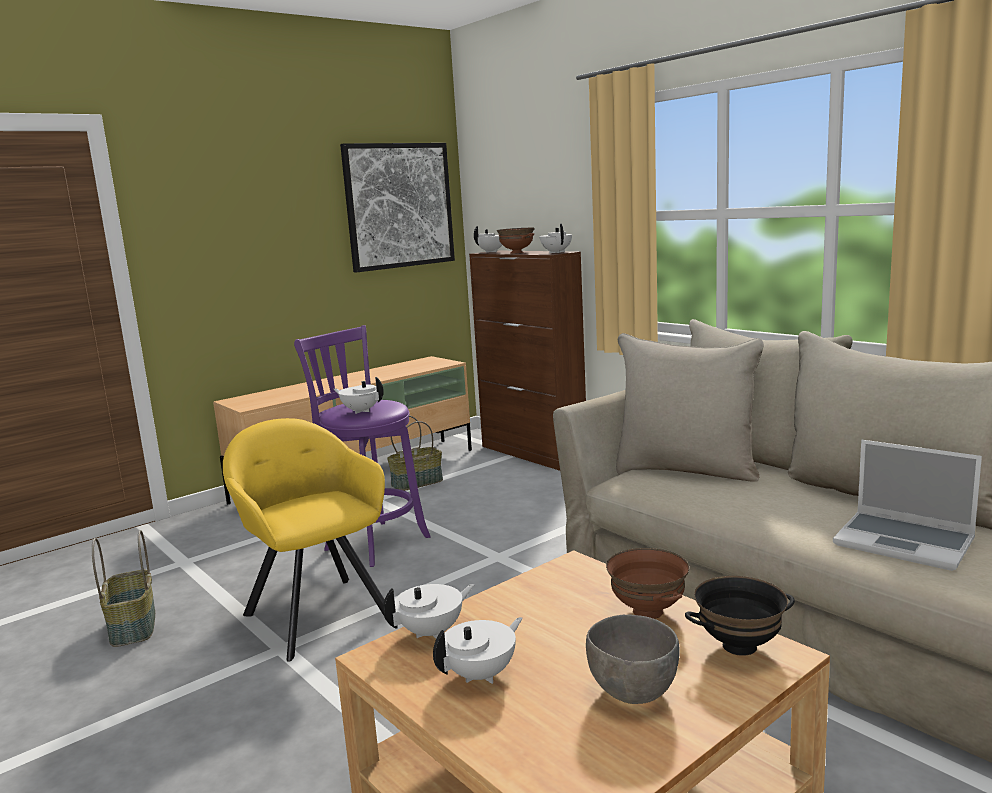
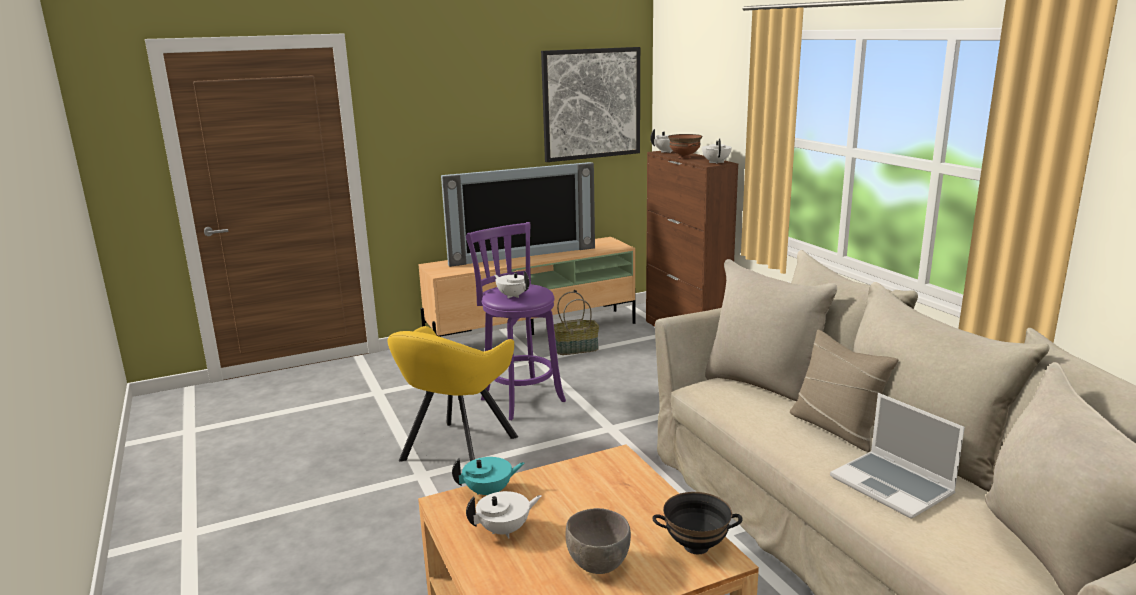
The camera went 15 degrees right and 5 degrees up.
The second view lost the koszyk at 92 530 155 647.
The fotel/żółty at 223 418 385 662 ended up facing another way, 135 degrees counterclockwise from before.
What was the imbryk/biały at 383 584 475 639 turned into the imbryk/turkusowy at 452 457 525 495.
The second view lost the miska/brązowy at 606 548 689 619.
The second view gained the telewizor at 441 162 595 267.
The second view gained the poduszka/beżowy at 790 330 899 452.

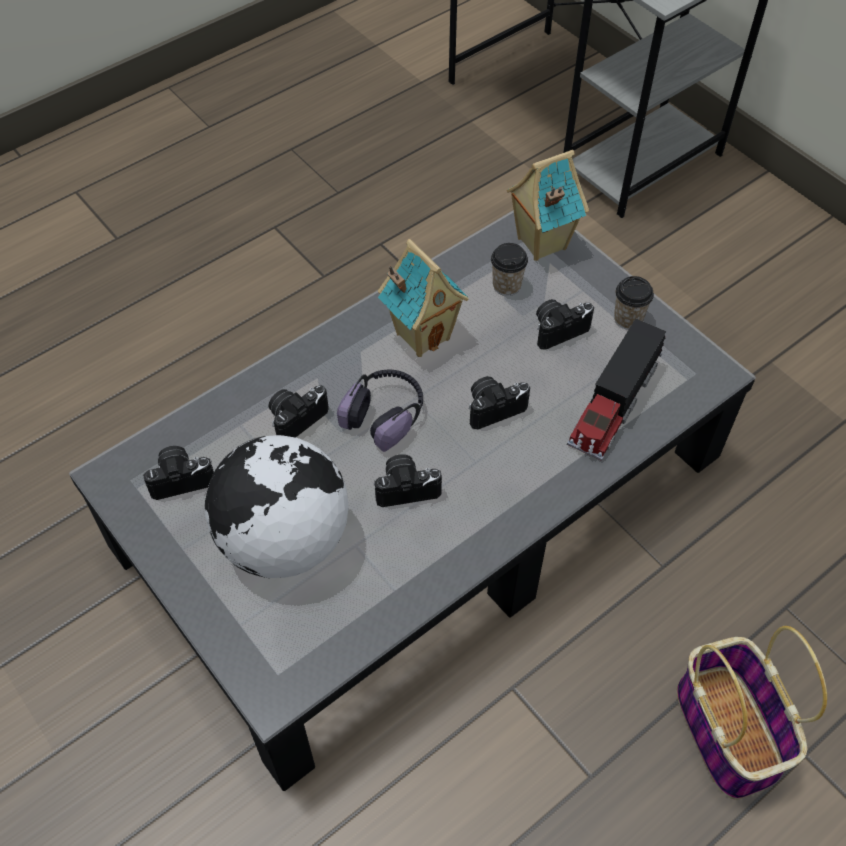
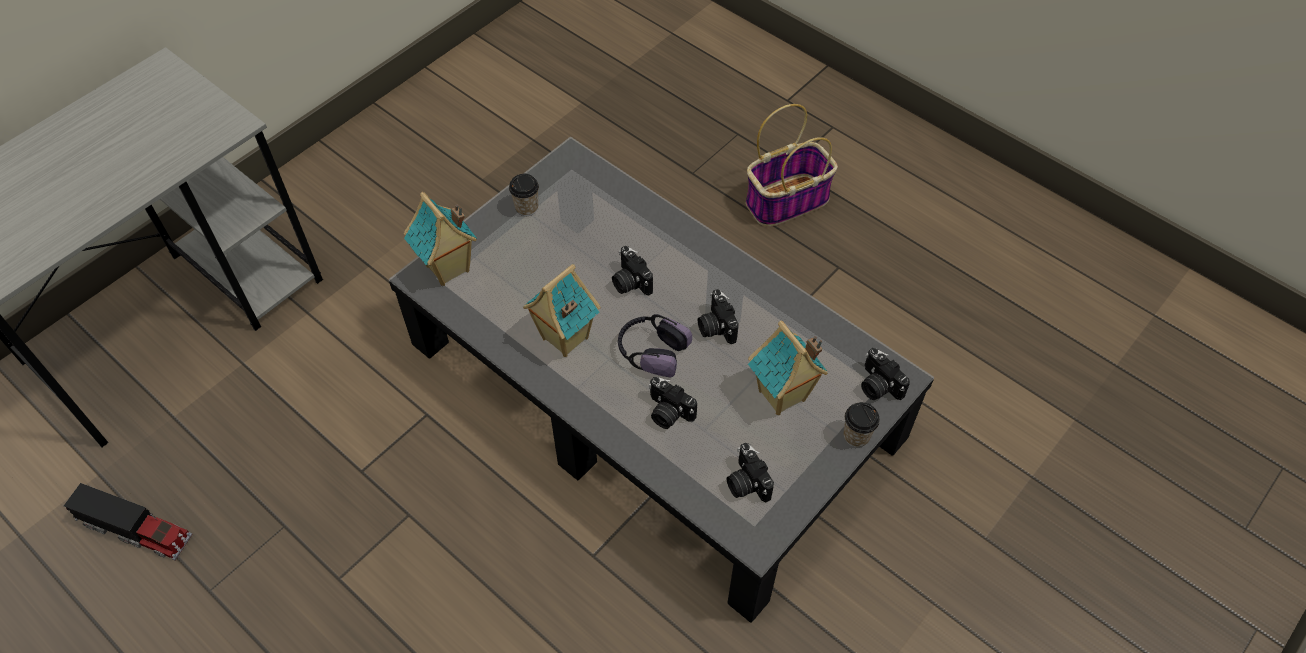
The camera went 100 degrees left and 0 degrees up.
Where the globus stood at 205 435 349 578, the domek came to stand at 748 320 828 415.
The filiżanka ended up elsewhere, having gone from 491 243 528 296 to 844 402 880 447.
The aparat fotograficzny ended up elsewhere, having gone from 536 299 594 350 to 861 348 910 400.
The ciężarówka zabawkowa ended up elsewhere, having gone from 567 319 666 461 to 64 483 192 560.

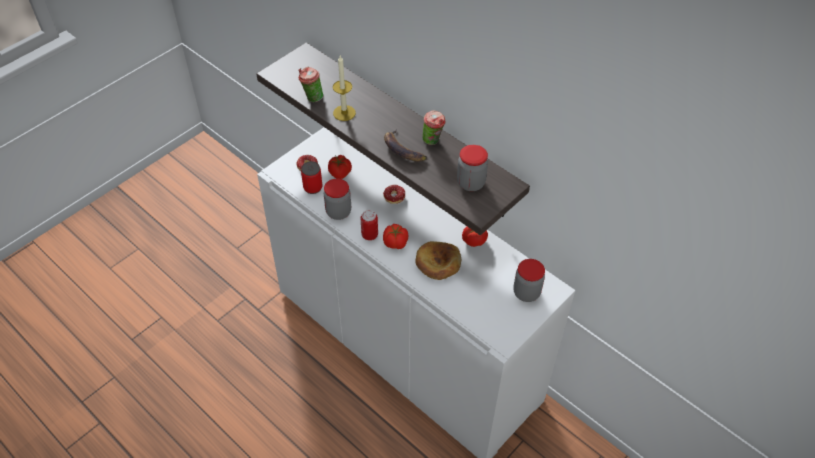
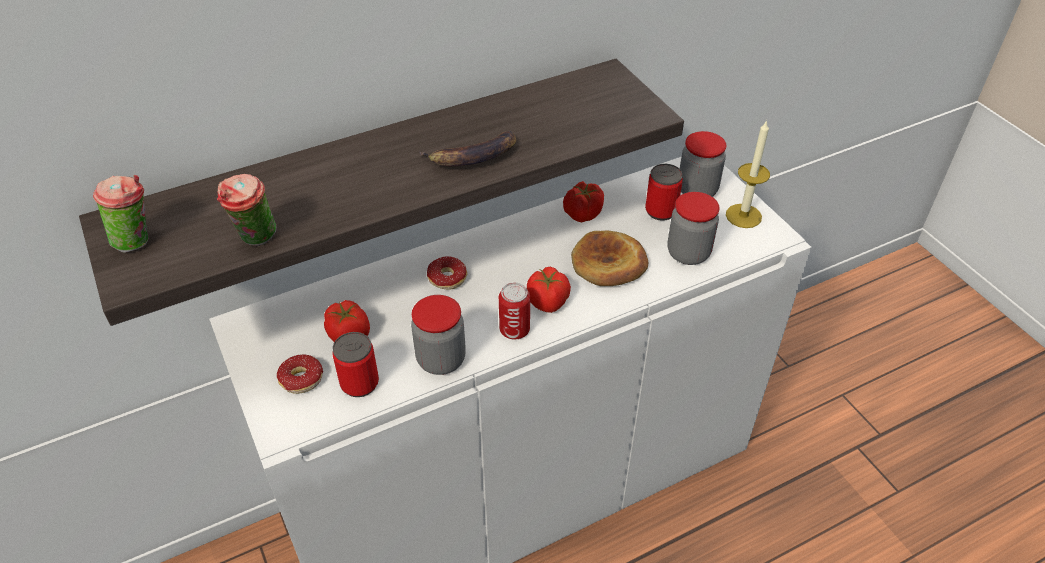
The camera went 70 degrees left and 5 degrees down.
The świeca ended up elsewhere, having gone from 333 56 356 121 to 726 120 770 228.
The filiżanka ended up elsewhere, having gone from 422 110 445 145 to 93 174 148 253.
The słoik ended up elsewhere, having gone from 457 145 488 191 to 668 192 720 265.
The second view gained the puszka at 645 164 683 221.

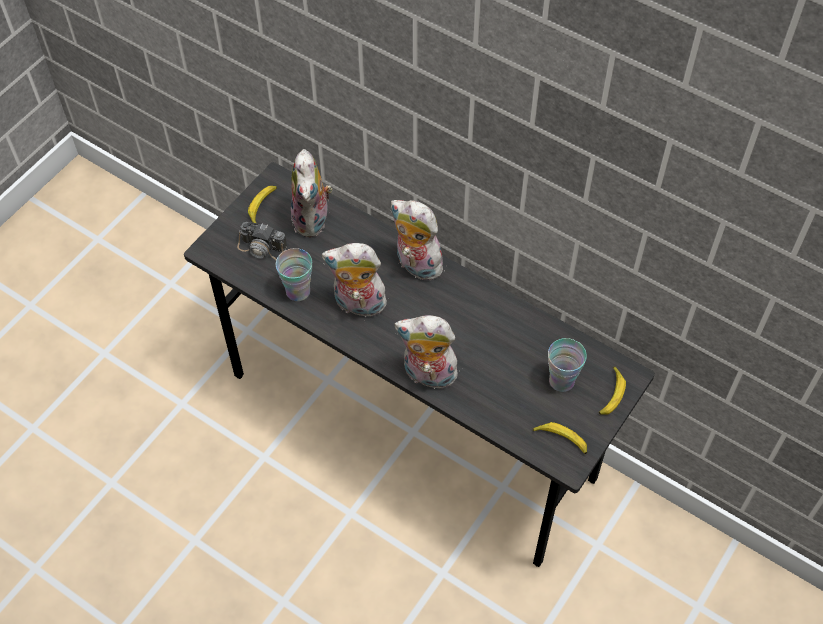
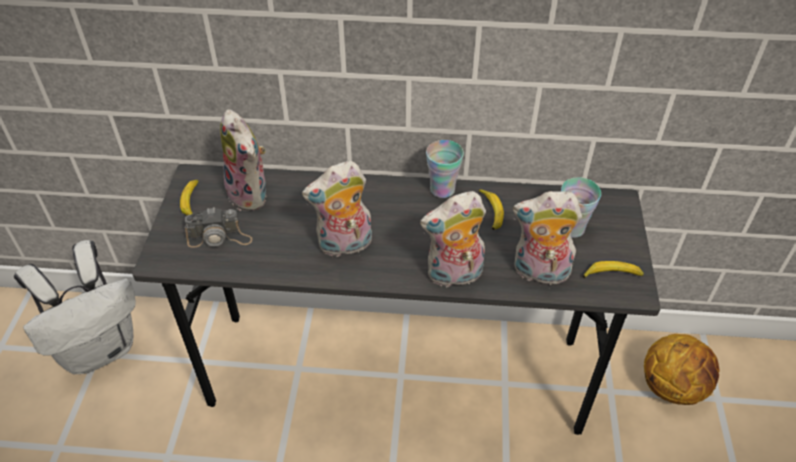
The camera went 30 degrees left and 10 degrees down.
The filiżanka ended up elsewhere, having gone from 276 248 312 301 to 426 140 464 198.
The pluszak ended up elsewhere, having gone from 390 200 449 280 to 513 191 582 289.
The banan ended up elsewhere, having gone from 599 367 626 415 to 479 189 504 230.
The second view gained the plecak/biały at 14 240 136 374.
The second view gained the piłka do koszykówki at 644 334 719 405.

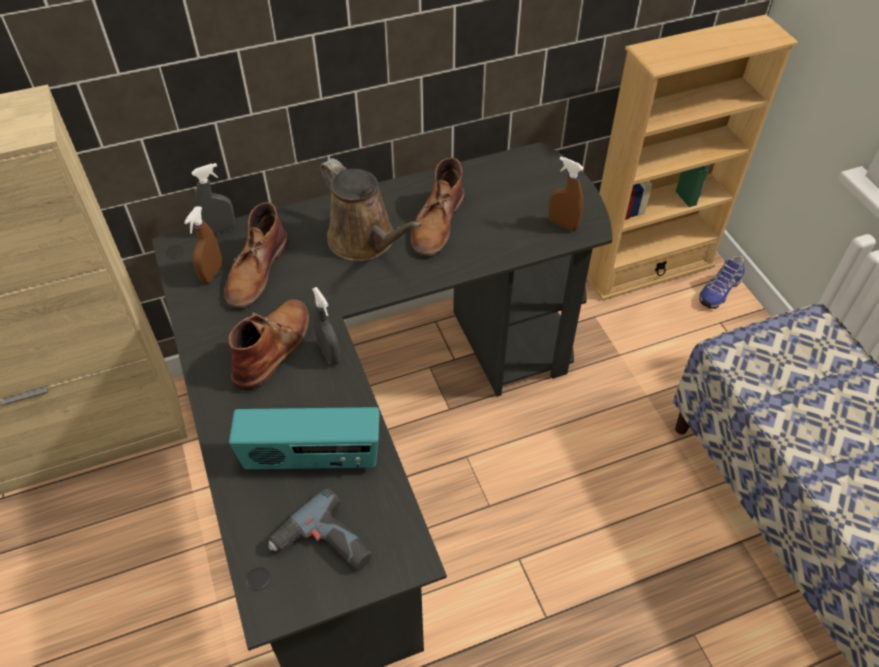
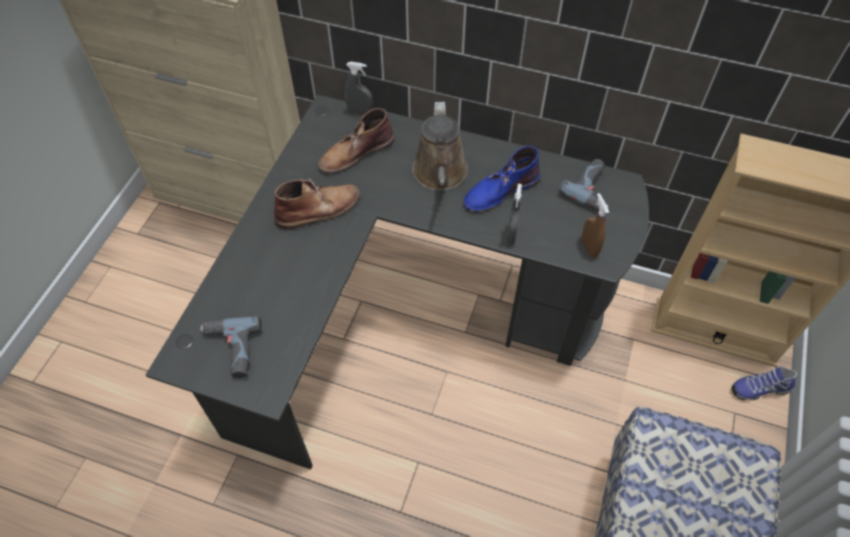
The camera went 40 degrees right and 5 degrees up.
The second view lost the spryskiwacz/brązowy at 184 206 223 284.
The second view lost the radio at 229 407 380 469.
The spryskiwacz/szary ended up elsewhere, having gone from 312 287 341 365 to 506 184 522 245.
What was the but z cholewką/brązowy at 411 157 465 256 turned into the but z cholewką/niebieski at 463 146 541 212.
The second view gained the wiertarka at 558 159 609 211.

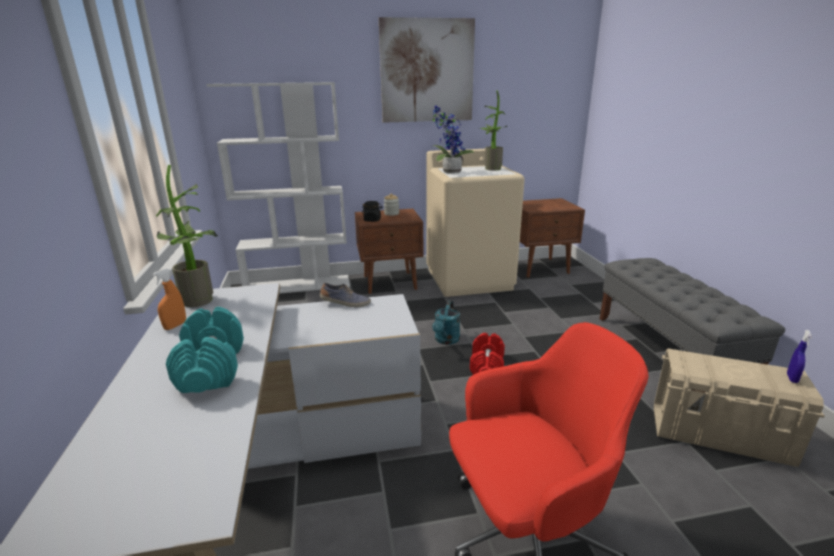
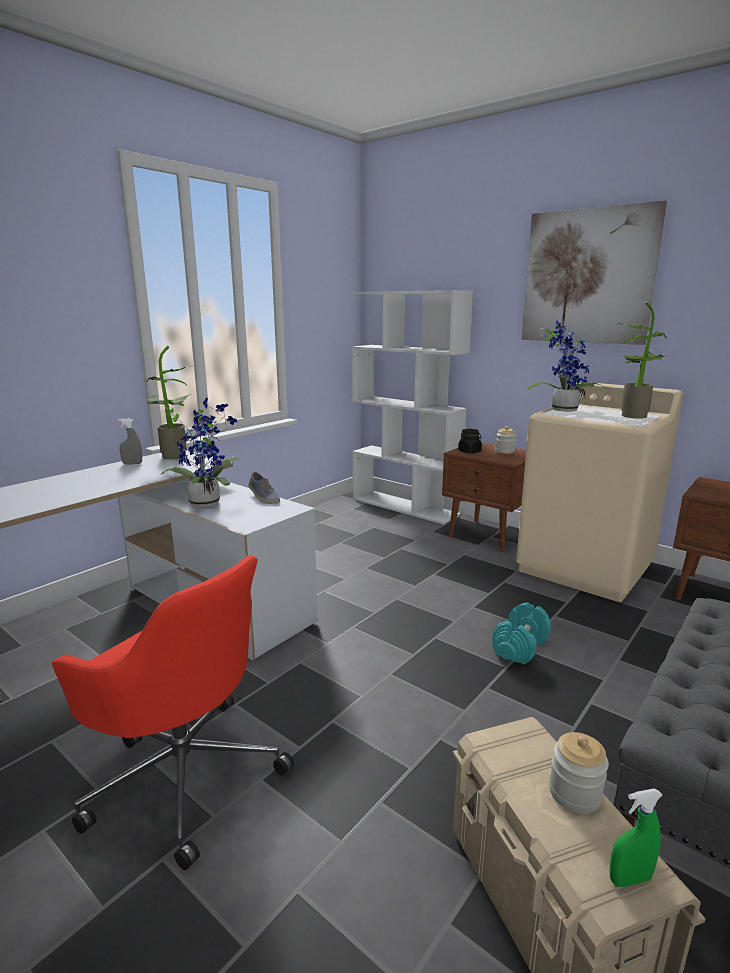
The camera went 50 degrees right and 5 degrees down.
What was the spryskiwacz/pomarańczowy at 152 268 186 330 turned into the spryskiwacz/szary at 118 418 142 465.
The hantel/turkusowy ended up elsewhere, having gone from 166 307 244 393 to 492 603 551 665.
The second view lost the konewka/turkusowy at 432 301 460 345.
The second view lost the hantel/czerwony at 470 333 505 375.
What was the spryskiwacz/niebieski at 787 330 812 383 turned into the spryskiwacz/zielony at 610 789 663 887.
The second view gained the roślina doniczkowa at 161 398 241 507.
The second view gained the słoik at 549 732 609 814.

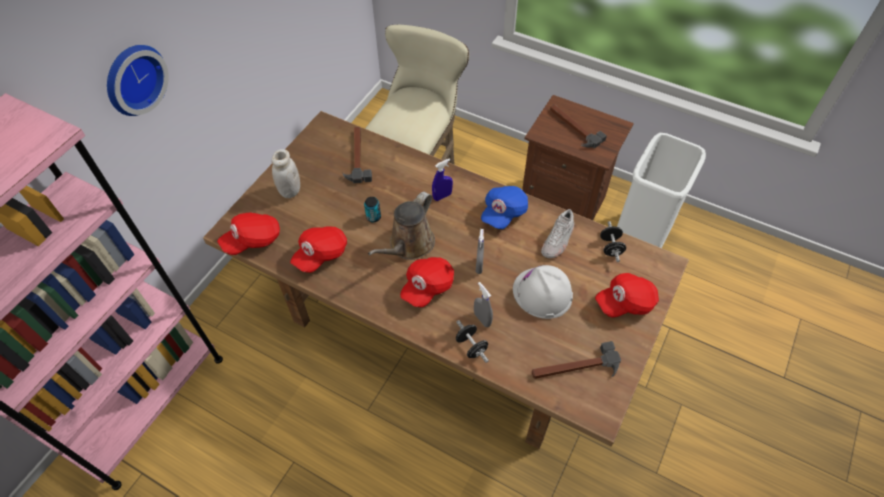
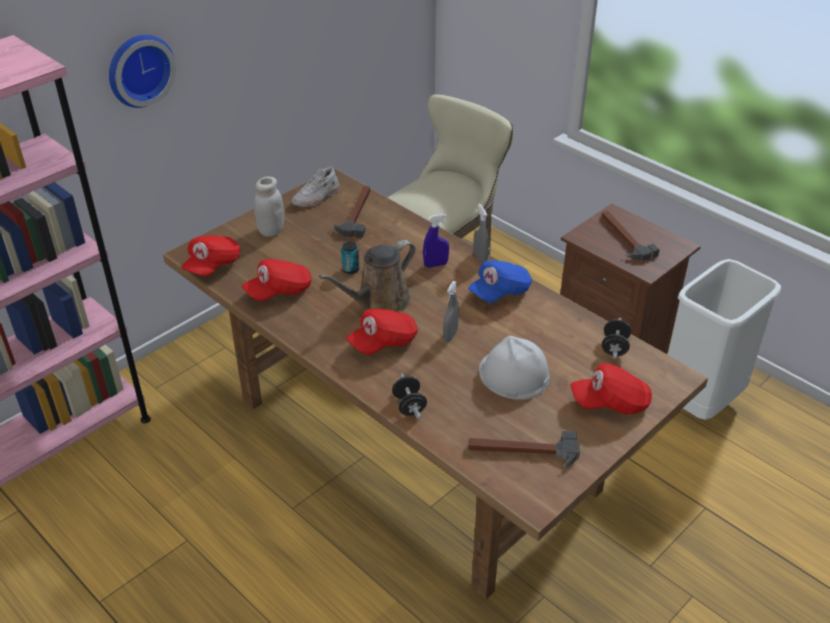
The camera went 15 degrees right and 15 degrees down.
The czapka z daszkiem/czerwony at 217 213 280 255 ended up facing another way, 45 degrees counterclockwise from before.
The spryskiwacz/szary ended up elsewhere, having gone from 474 282 493 327 to 473 203 489 264.
The but/biały ended up elsewhere, having gone from 541 209 574 258 to 292 167 340 207.

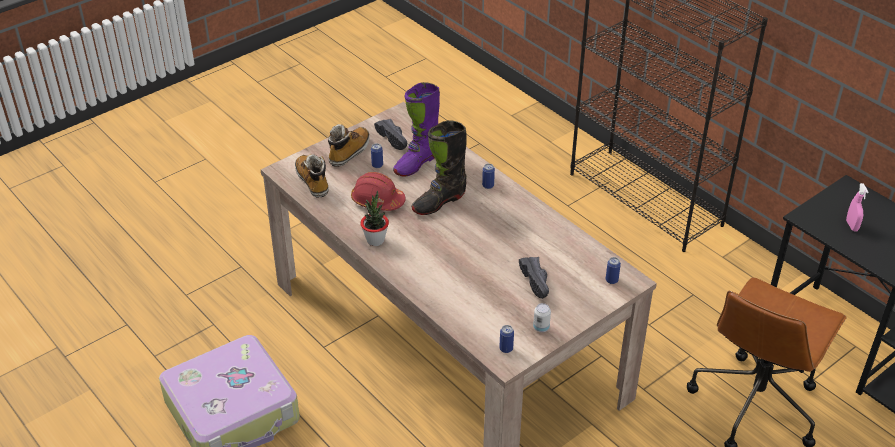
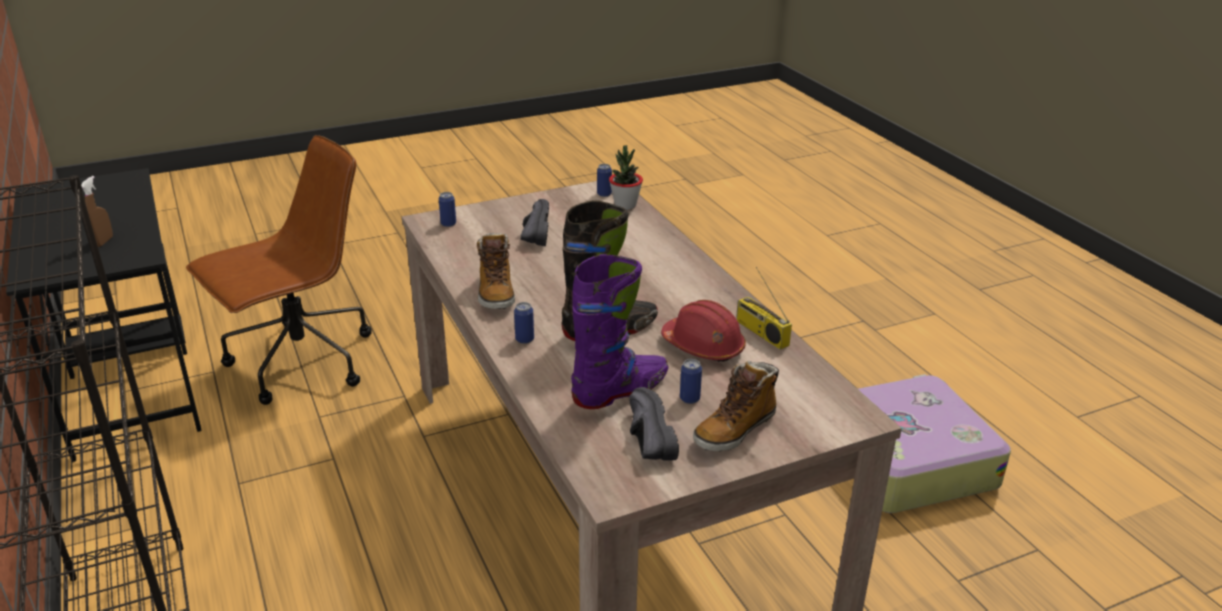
The camera went 165 degrees left and 10 degrees down.
The but z cholewką ended up elsewhere, having gone from 295 154 329 198 to 477 233 515 309.
The roślina doniczkowa ended up elsewhere, having gone from 360 191 389 246 to 609 145 643 210.
The second view lost the puszka at 533 303 551 332.
What was the spryskiwacz/różowy at 846 183 868 232 turned into the spryskiwacz/brązowy at 81 176 113 247.
The second view gained the radio at 736 267 792 350.

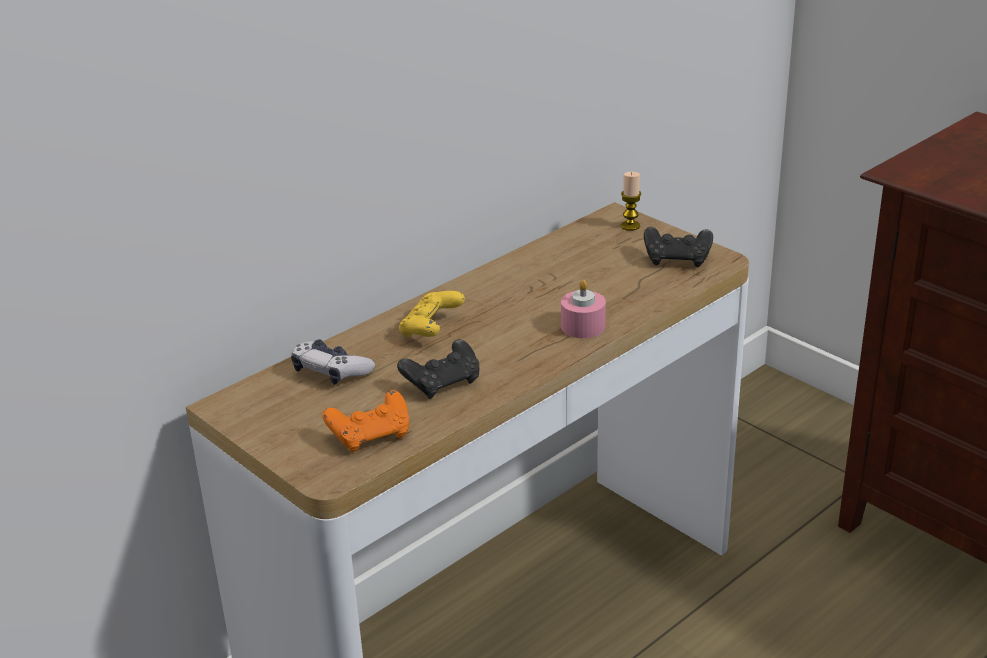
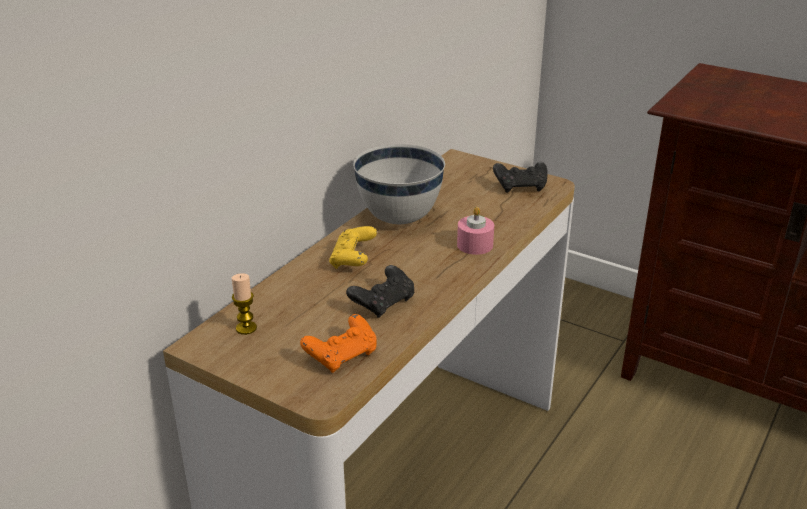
The camera went 15 degrees left and 0 degrees up.
The second view lost the pad do gier at 291 339 375 385.
The świeca ended up elsewhere, having gone from 621 172 641 231 to 232 273 257 335.
The second view gained the miska/biały at 353 144 445 224.

